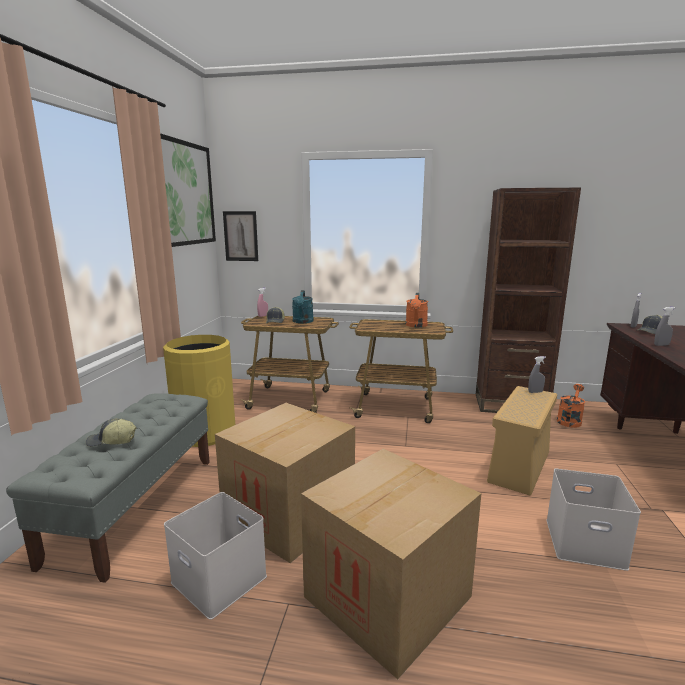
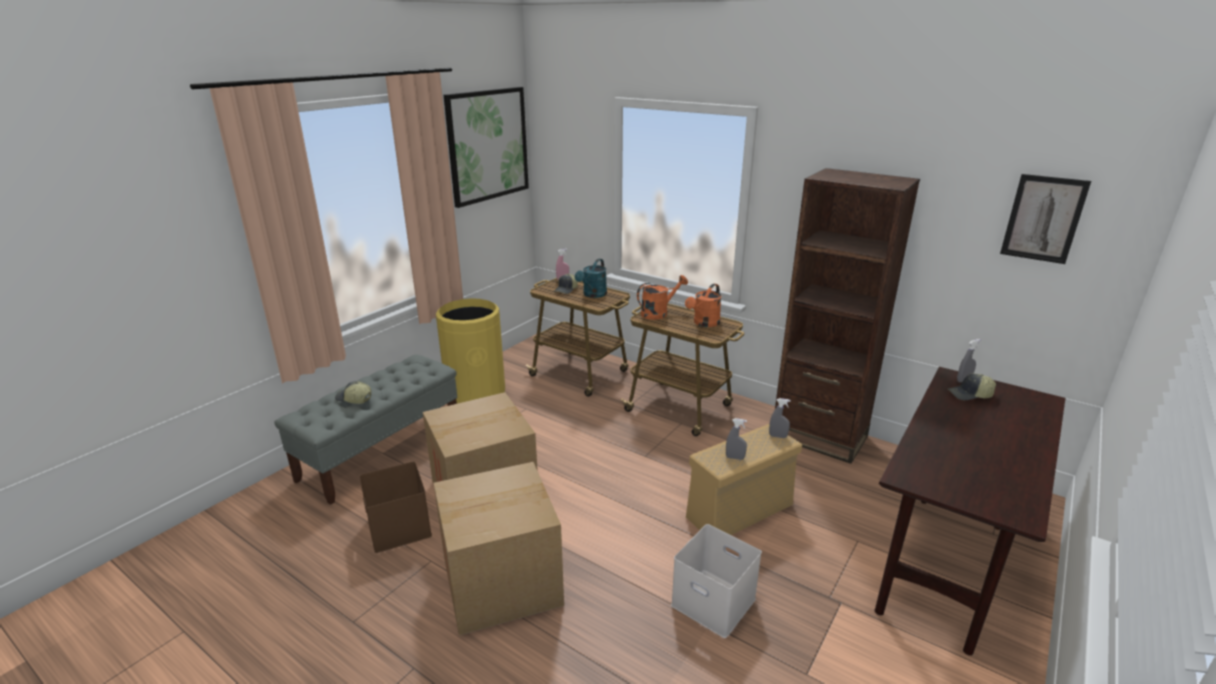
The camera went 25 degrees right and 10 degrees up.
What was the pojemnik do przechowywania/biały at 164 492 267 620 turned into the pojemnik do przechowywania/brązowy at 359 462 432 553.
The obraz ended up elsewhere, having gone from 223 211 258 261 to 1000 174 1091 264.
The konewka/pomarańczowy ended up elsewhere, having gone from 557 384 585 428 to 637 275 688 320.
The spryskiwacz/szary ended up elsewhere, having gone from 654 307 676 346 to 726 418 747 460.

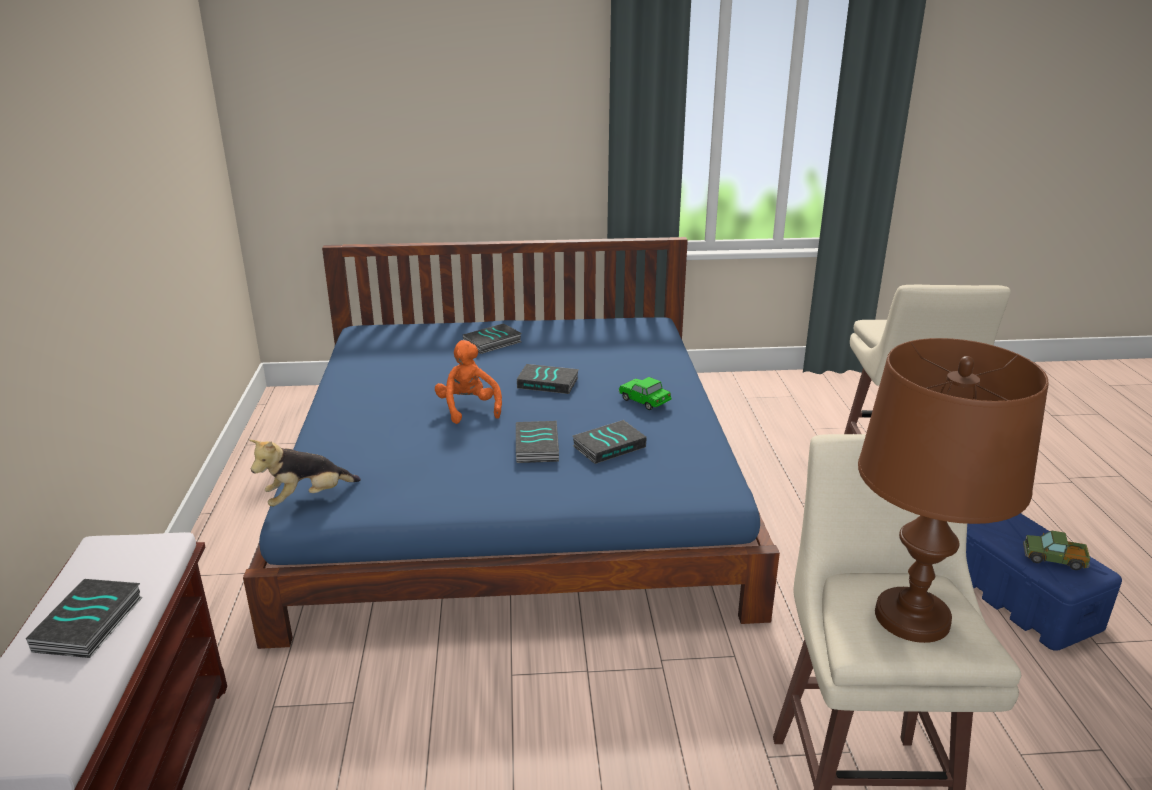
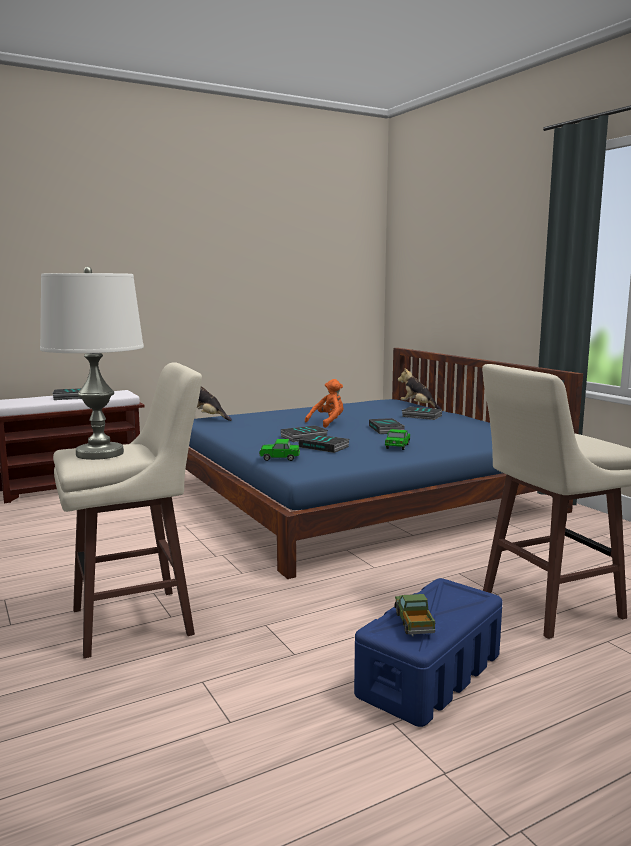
The camera went 65 degrees right and 15 degrees down.
What was the lampa stołowa/brązowy at 858 338 1048 643 turned into the lampa stołowa/biały at 40 267 144 460.
The second view gained the samochodzik at 259 439 300 461.
The second view gained the pluszak at 398 368 441 409.

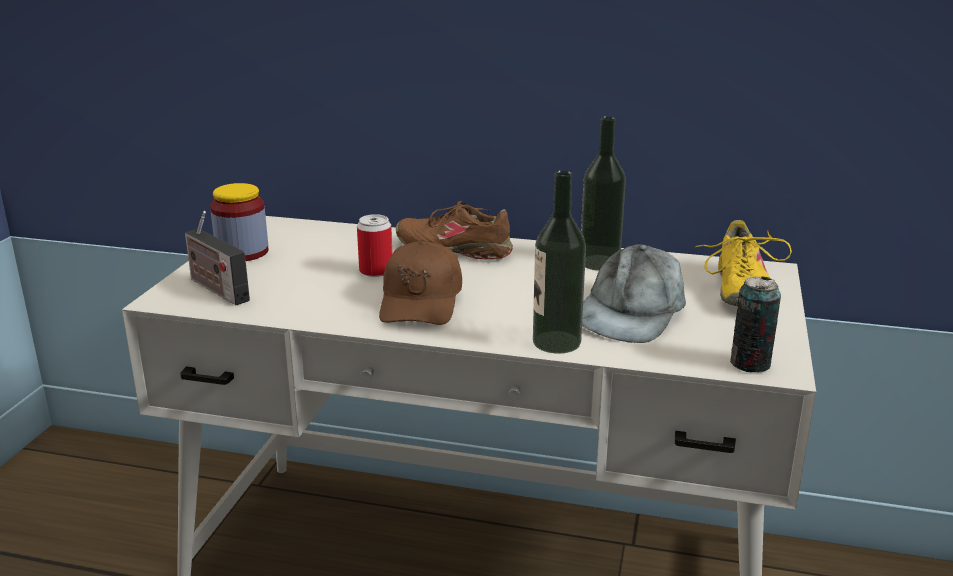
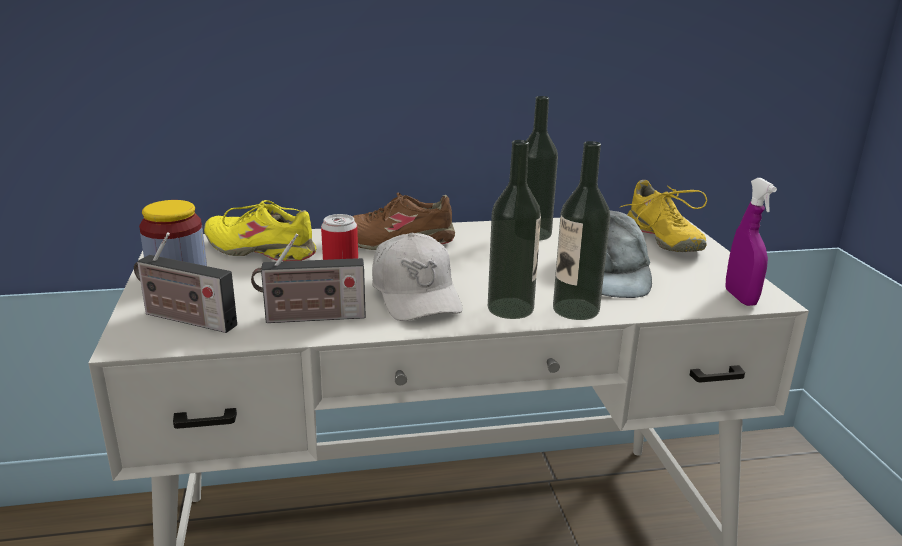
The camera went 25 degrees left and 0 degrees up.
What was the czapka z daszkiem/brązowy at 379 241 462 325 turned into the czapka z daszkiem/biały at 372 233 463 321.
Where the puszka stood at 730 276 781 372, the spryskiwacz/fioletowy came to stand at 725 178 777 306.
The second view gained the but/żółty at 204 200 317 261.
The second view gained the radio at 251 233 366 323.
The second view gained the butelka at 488 140 541 319.

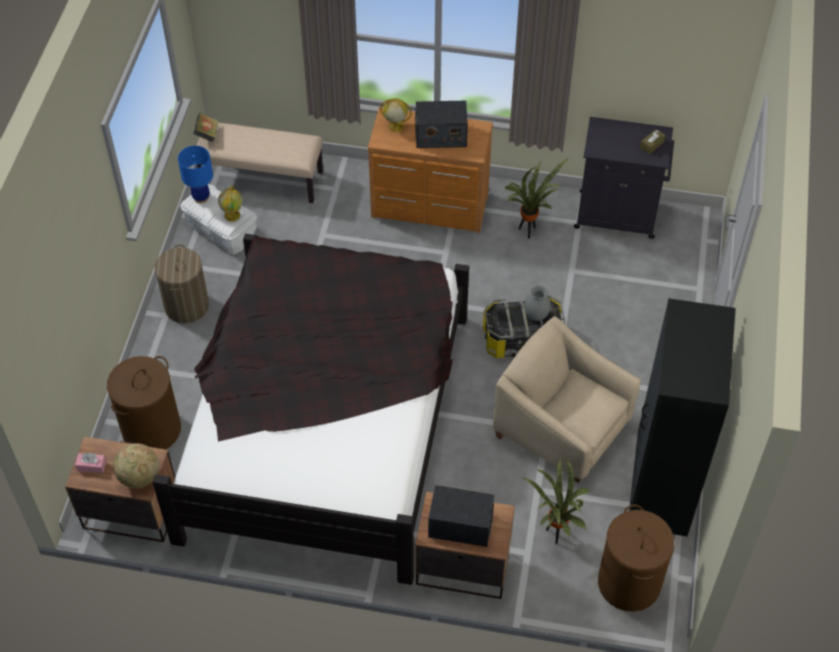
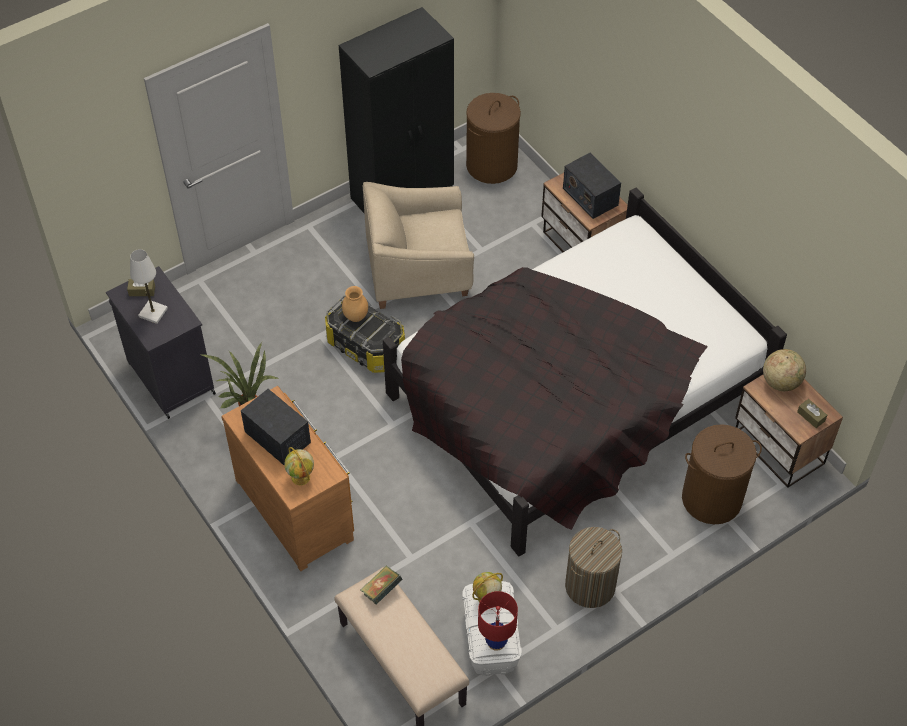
The camera went 135 degrees left and 0 degrees up.
What was the pudełko chusteczek/różowy at 75 453 106 473 turned into the pudełko chusteczek/brązowy at 797 399 827 428.
What was the lampa stołowa/niebieski at 178 146 213 203 turned into the lampa stołowa/czerwony at 478 591 518 651.
The książka ended up elsewhere, having gone from 193 113 219 142 to 361 566 403 605.
The fotel/beżowy at 493 316 641 483 ended up facing another way, 90 degrees clockwise from before.
The second view lost the roślina doniczkowa at 523 459 591 545.
What was the wazon/szary at 524 285 551 321 turned into the wazon/brązowy at 342 286 368 322.
The second view gained the lampa stołowa/biały at 130 249 168 324.

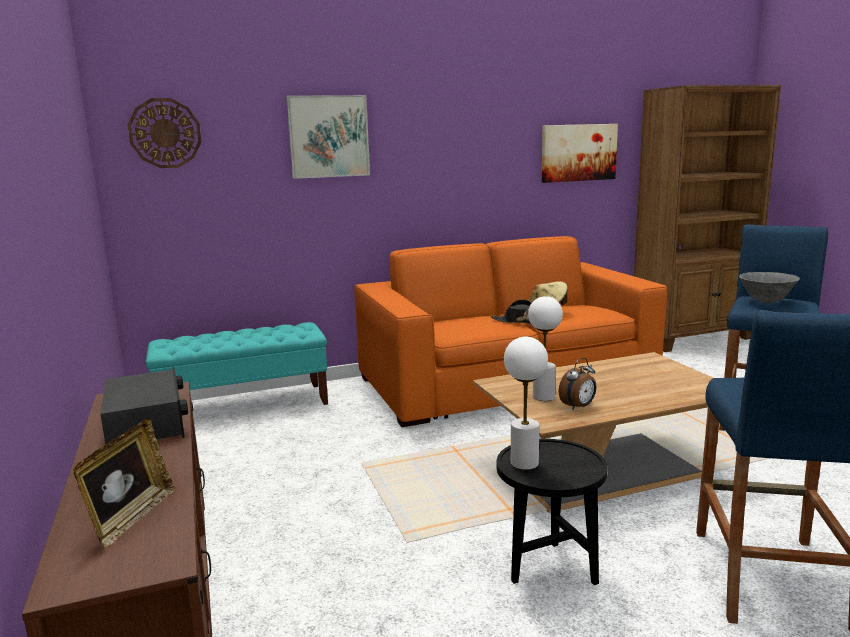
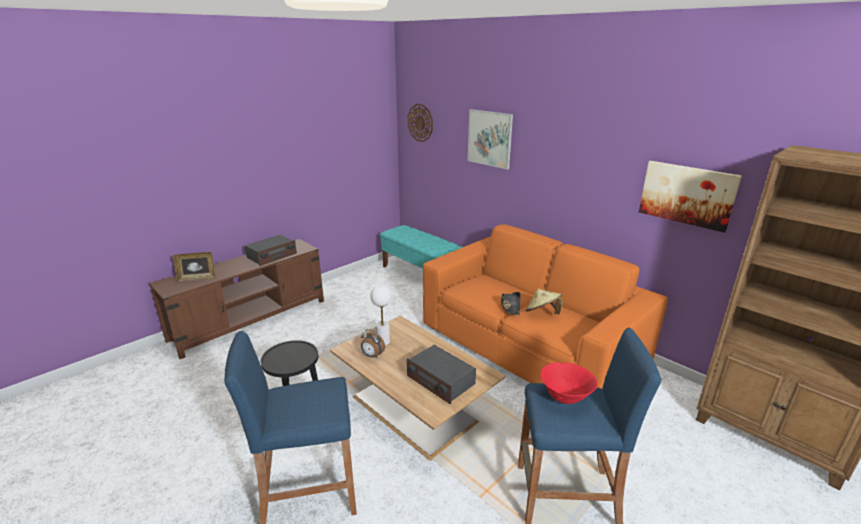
The camera went 65 degrees right and 10 degrees up.
The second view lost the lampa stołowa/biały at 504 337 548 470.
What was the miska/szary at 739 272 800 303 turned into the miska/czerwony at 540 362 598 404.
The second view gained the radio at 407 345 476 404.

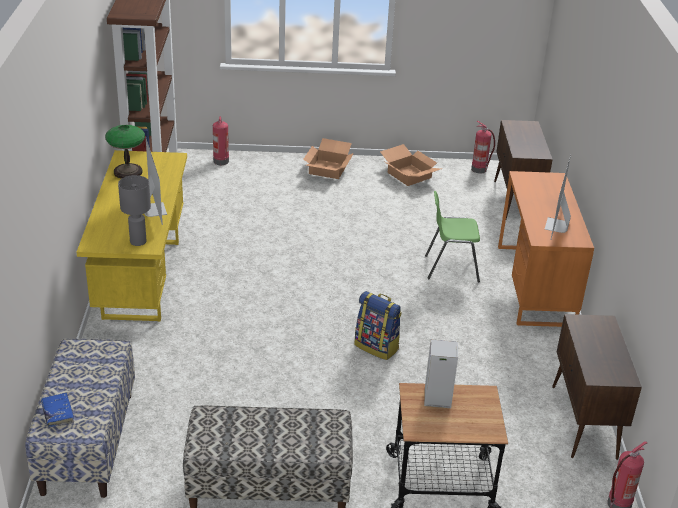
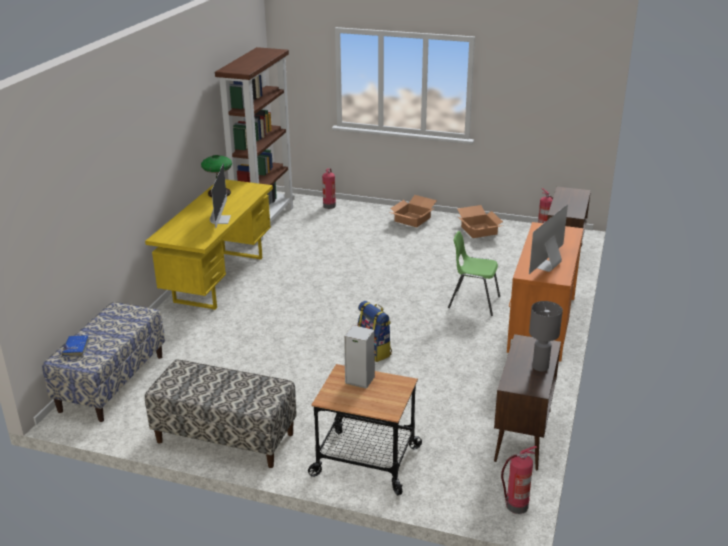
The camera went 20 degrees right and 5 degrees down.
The lampa stołowa/szary ended up elsewhere, having gone from 118 175 151 246 to 529 301 563 372.

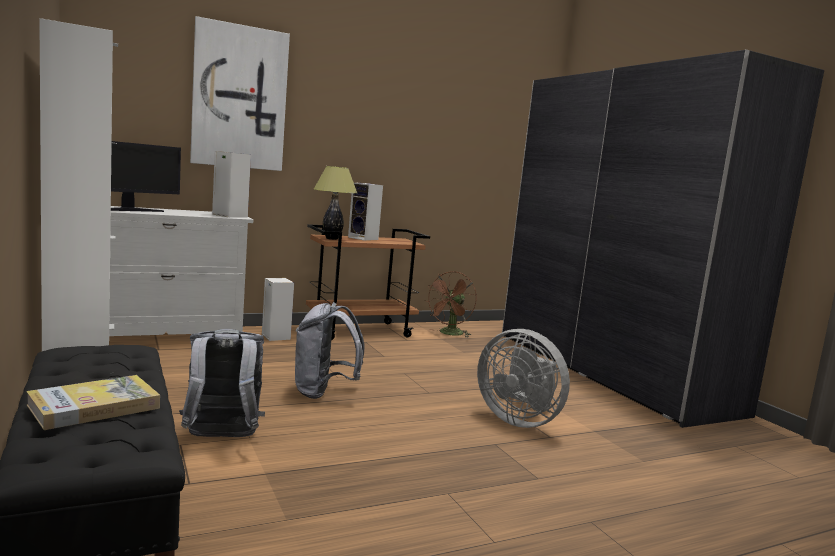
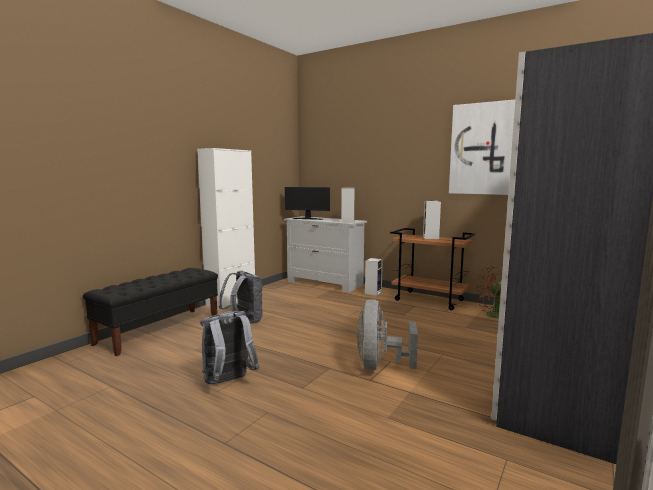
The camera went 60 degrees right and 0 degrees up.
The second view lost the książka at 26 375 160 430.
The obraz ended up elsewhere, having gone from 190 16 290 171 to 449 100 515 195.
The plecak/szary ended up elsewhere, having gone from 295 302 365 399 to 200 311 260 384.
The second view lost the lampa stołowa at 314 166 357 240.

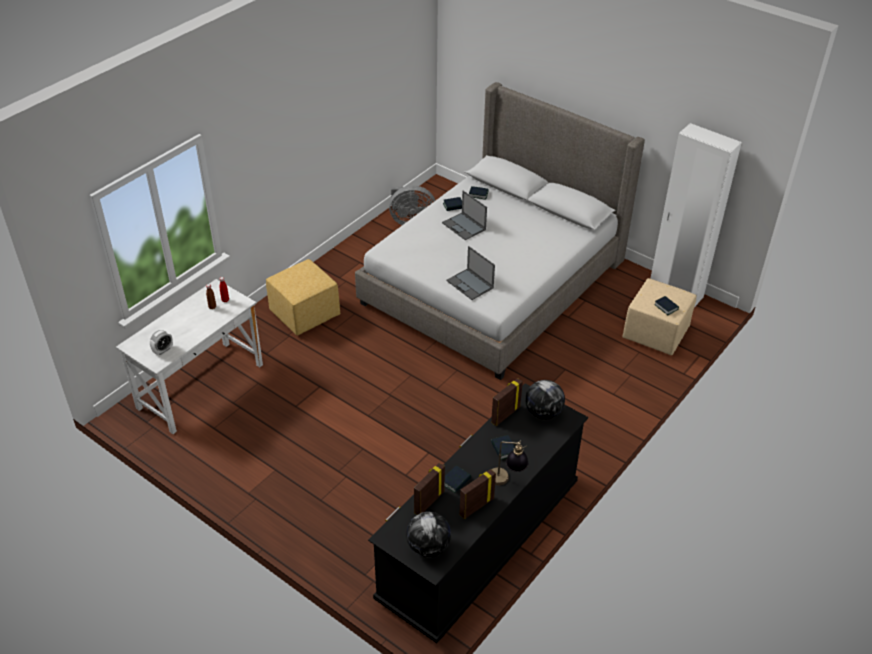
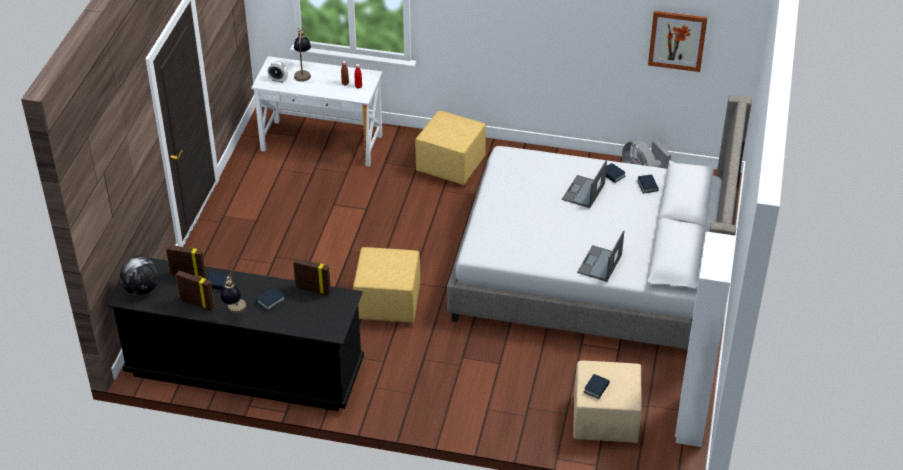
The camera went 65 degrees right and 0 degrees up.
The laptop ended up elsewhere, having gone from 446 246 495 300 to 577 230 624 282.
The second view lost the globus at 525 380 565 419.
The second view gained the lampa stołowa at 294 27 311 82.
The second view gained the pufa/żółty at 353 247 420 323.
The second view gained the obraz at 648 11 708 72.

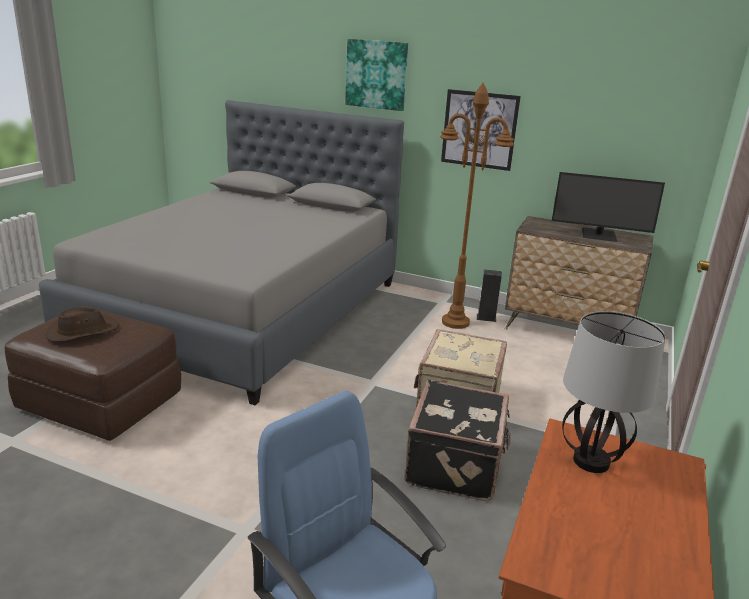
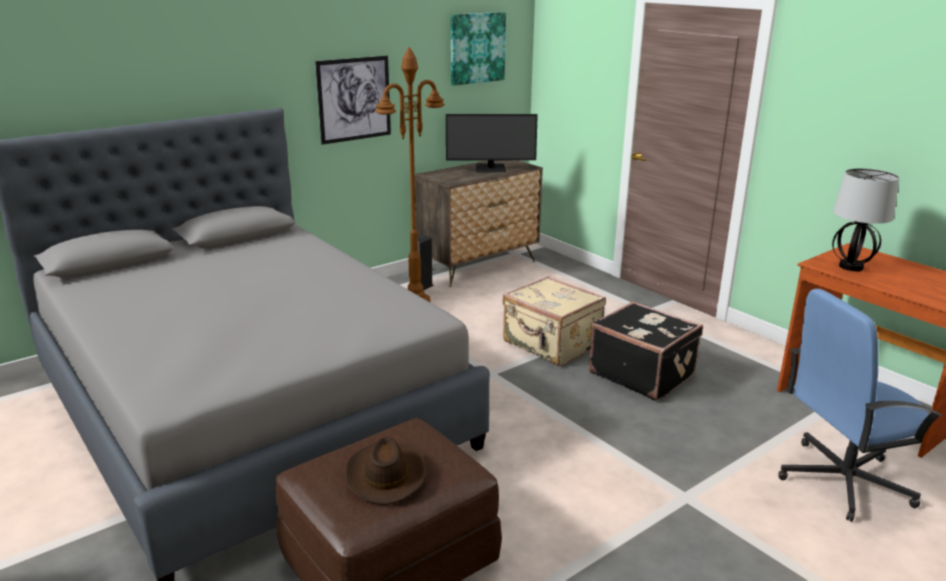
The camera went 60 degrees left and 0 degrees up.
The obraz ended up elsewhere, having gone from 345 39 408 111 to 451 12 506 85.
The monitor at 552 172 665 242 ended up facing another way, 45 degrees clockwise from before.

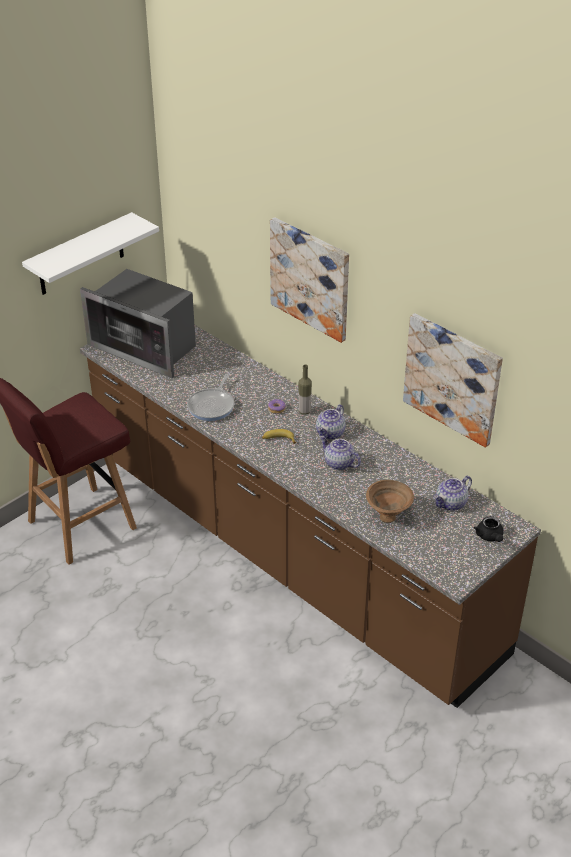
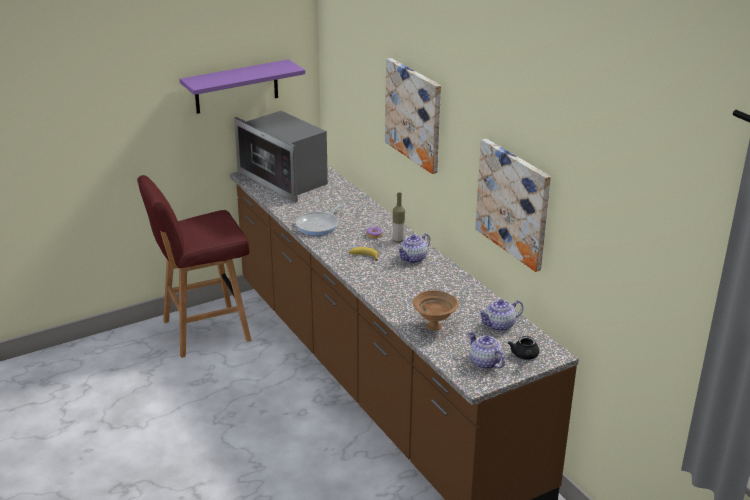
The camera went 15 degrees right and 10 degrees down.
What was the półka/biały at 22 212 159 295 turned into the półka/fioletowy at 179 59 305 114.
The imbryk ended up elsewhere, having gone from 320 436 361 470 to 468 331 505 369.

